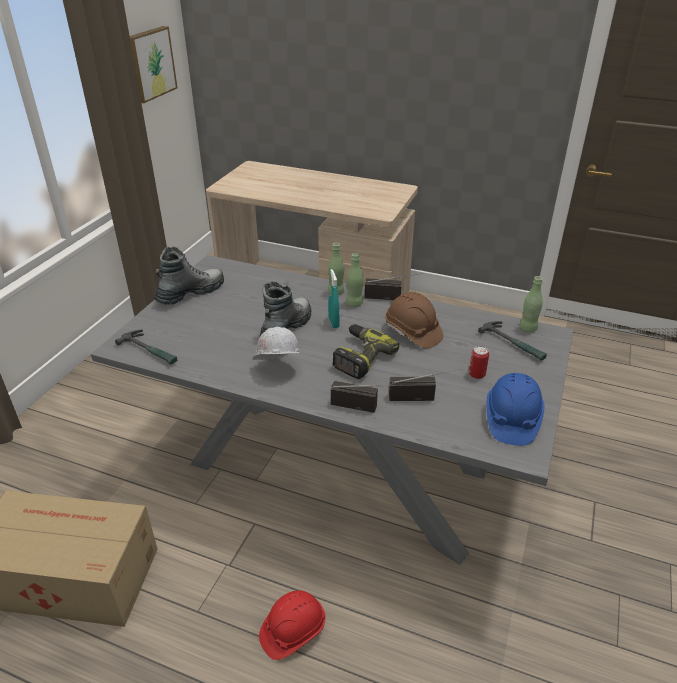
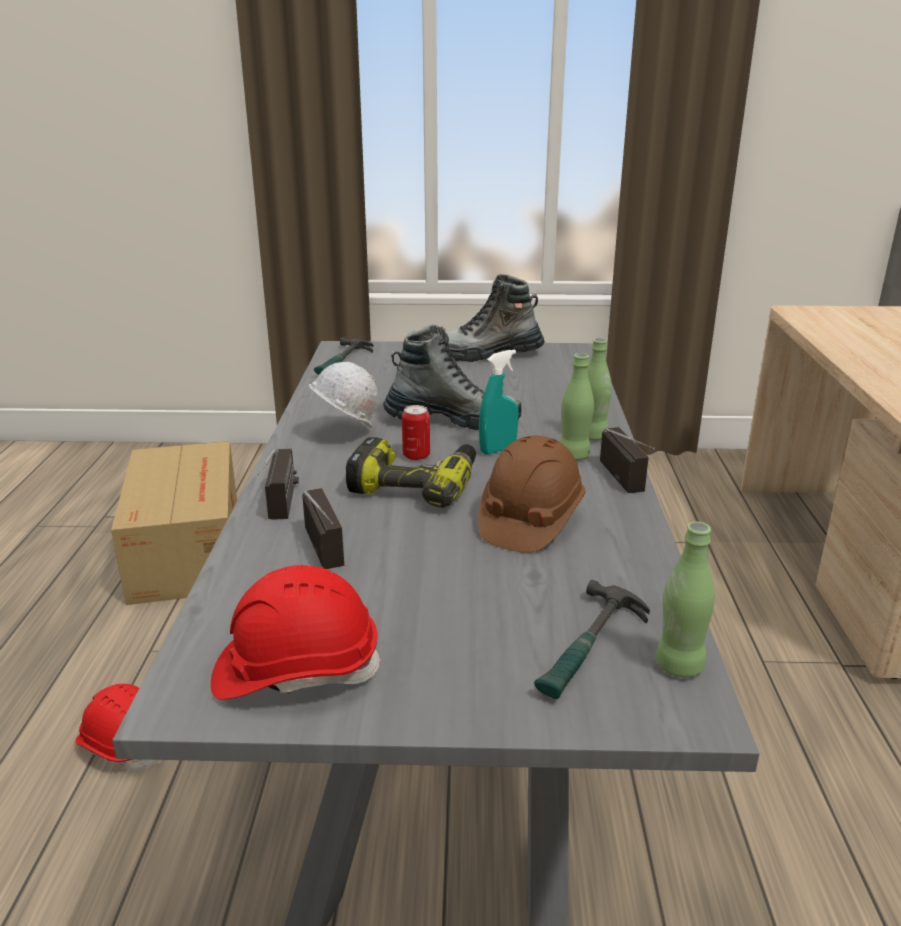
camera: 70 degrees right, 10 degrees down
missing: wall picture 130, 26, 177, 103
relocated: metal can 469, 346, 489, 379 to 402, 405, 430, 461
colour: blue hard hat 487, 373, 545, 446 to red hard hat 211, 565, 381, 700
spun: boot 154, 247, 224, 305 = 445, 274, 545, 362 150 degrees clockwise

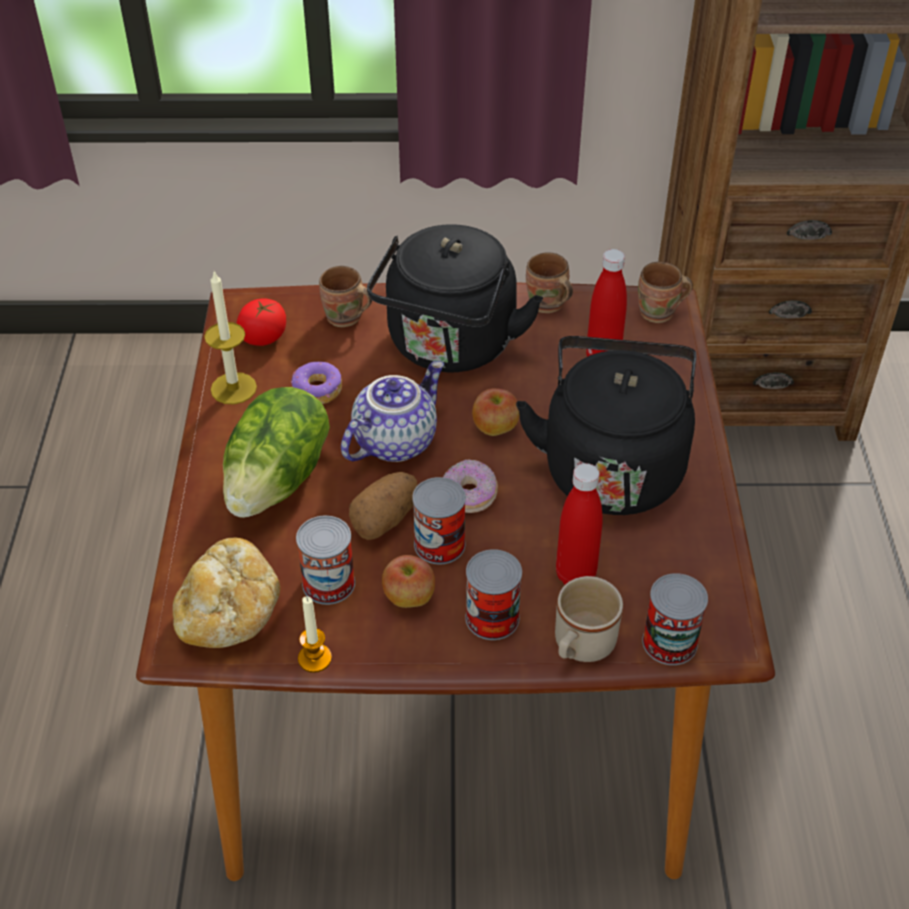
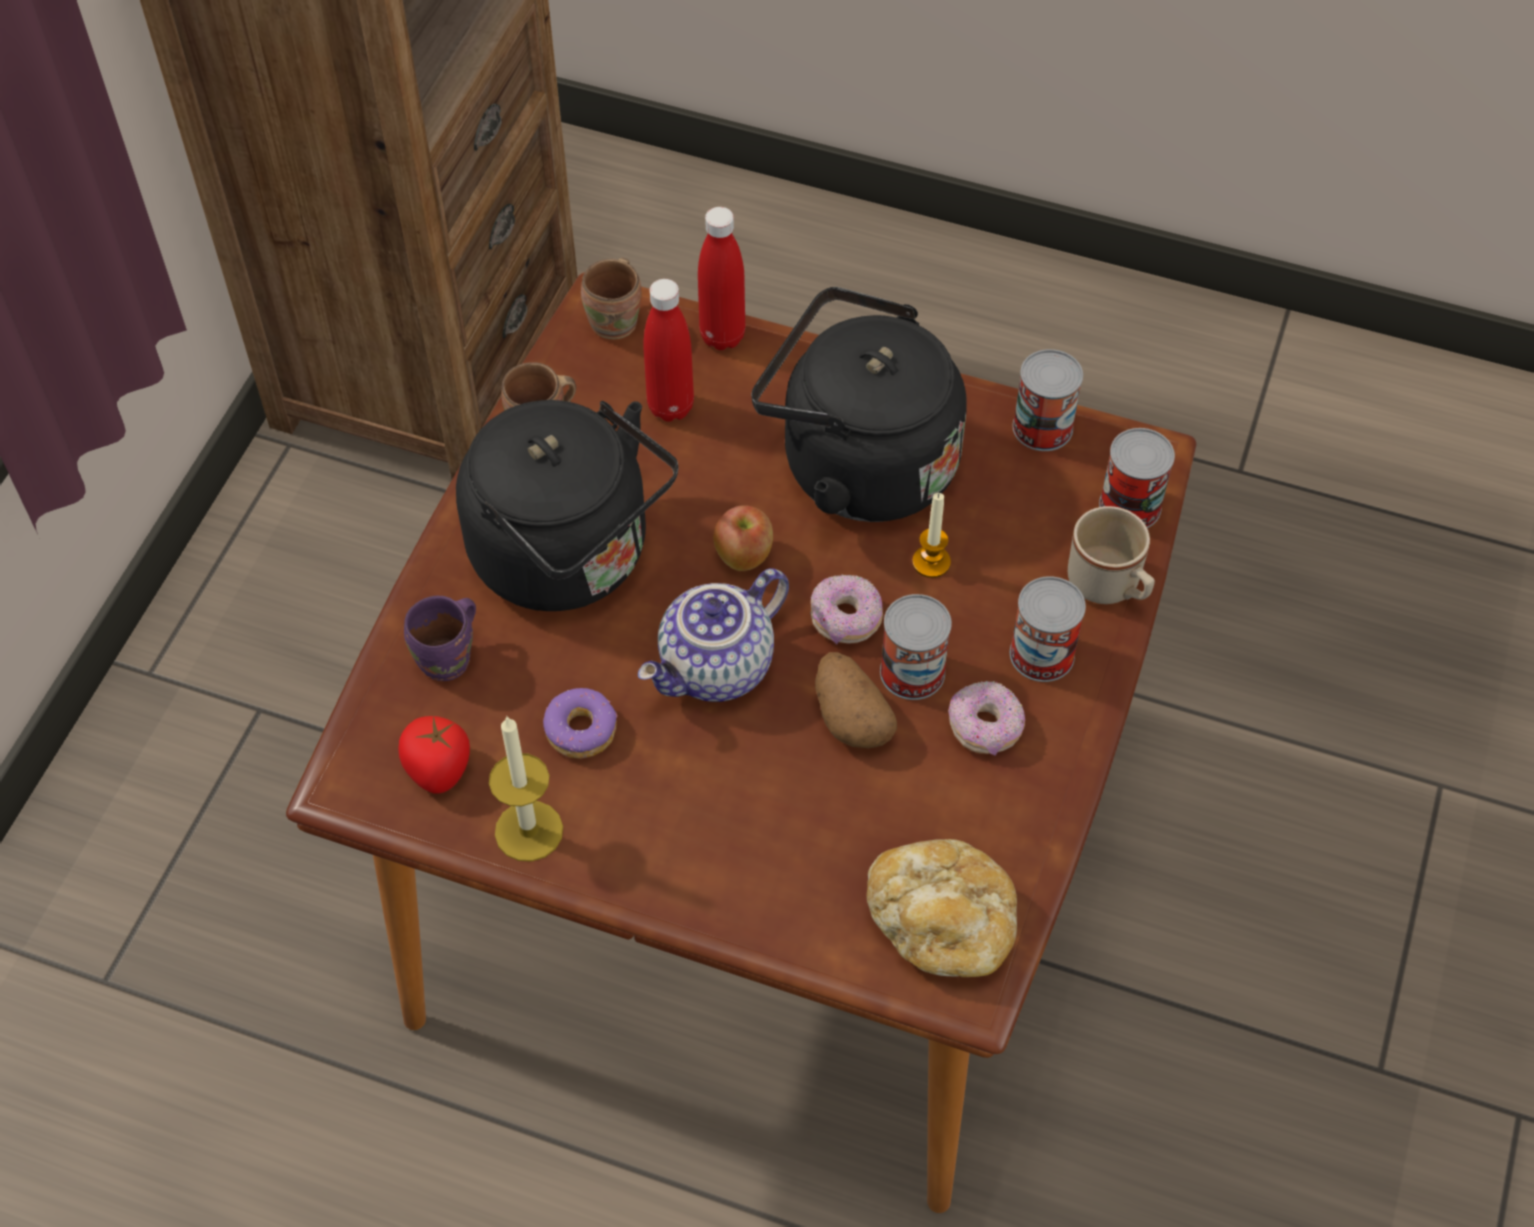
camera: 70 degrees left, 10 degrees up
missing: lettuce 223, 387, 330, 518
relocated: red bottle 556, 463, 603, 585 to 698, 207, 745, 350; wax candle 298, 596, 332, 673 to 912, 493, 951, 578; metal can 296, 516, 355, 605 to 1012, 349, 1083, 451
exchanged: apple 382, 555, 435, 608 to donut 948, 681, 1025, 756
colour: brown tea mug 319, 266, 372, 327 to purple-coloured tea mug 404, 596, 476, 681
spun: tea pot 341, 361, 444, 462 = 638, 568, 789, 702 105 degrees counterclockwise

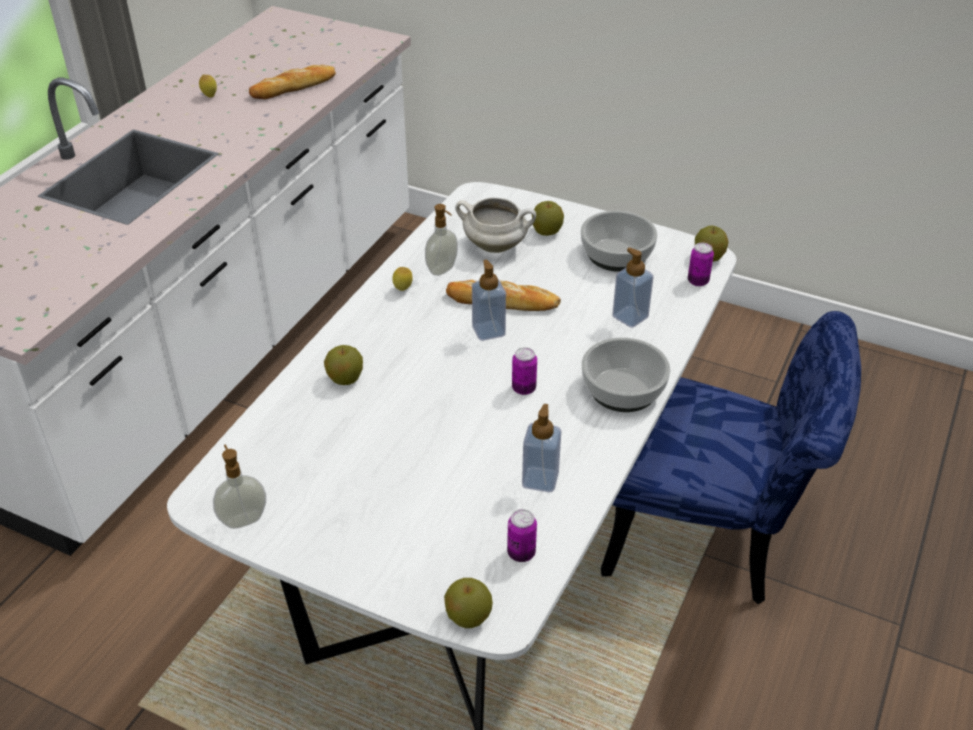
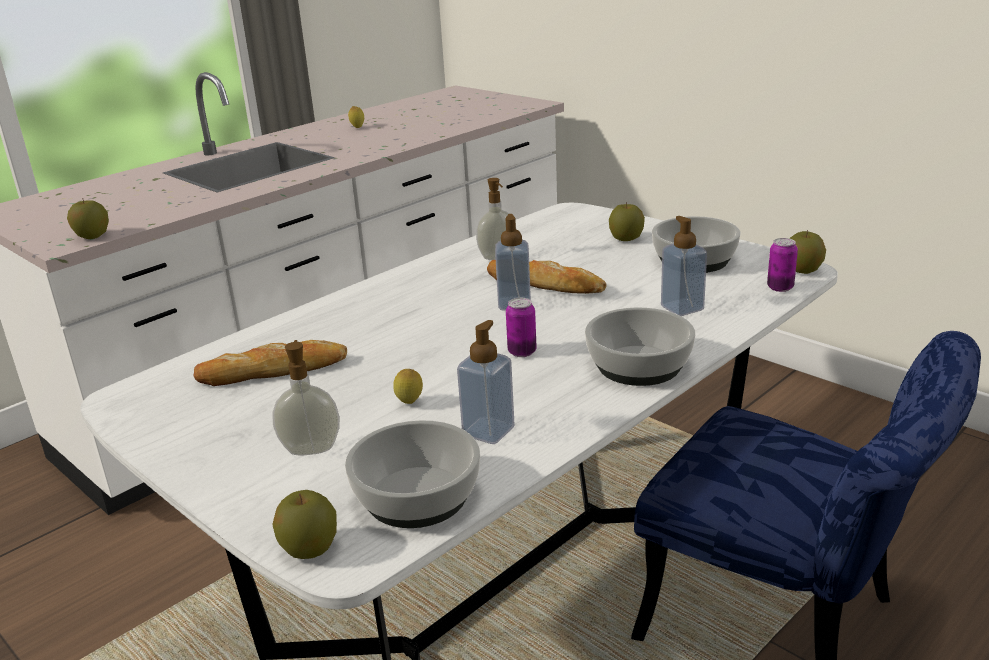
camera: 20 degrees right, 15 degrees down
missing: white cooking pot 455, 197, 536, 253
relocated: apple 324, 345, 363, 385 to 67, 200, 109, 239; bread 249, 65, 336, 99 to 193, 340, 347, 386; liquid soap bottle 213, 444, 266, 529 to 272, 340, 340, 456; citrus fruit 392, 267, 413, 291 to 393, 369, 423, 404
exchanged: metal can 507, 509, 537, 562 to deep dish 345, 420, 480, 528

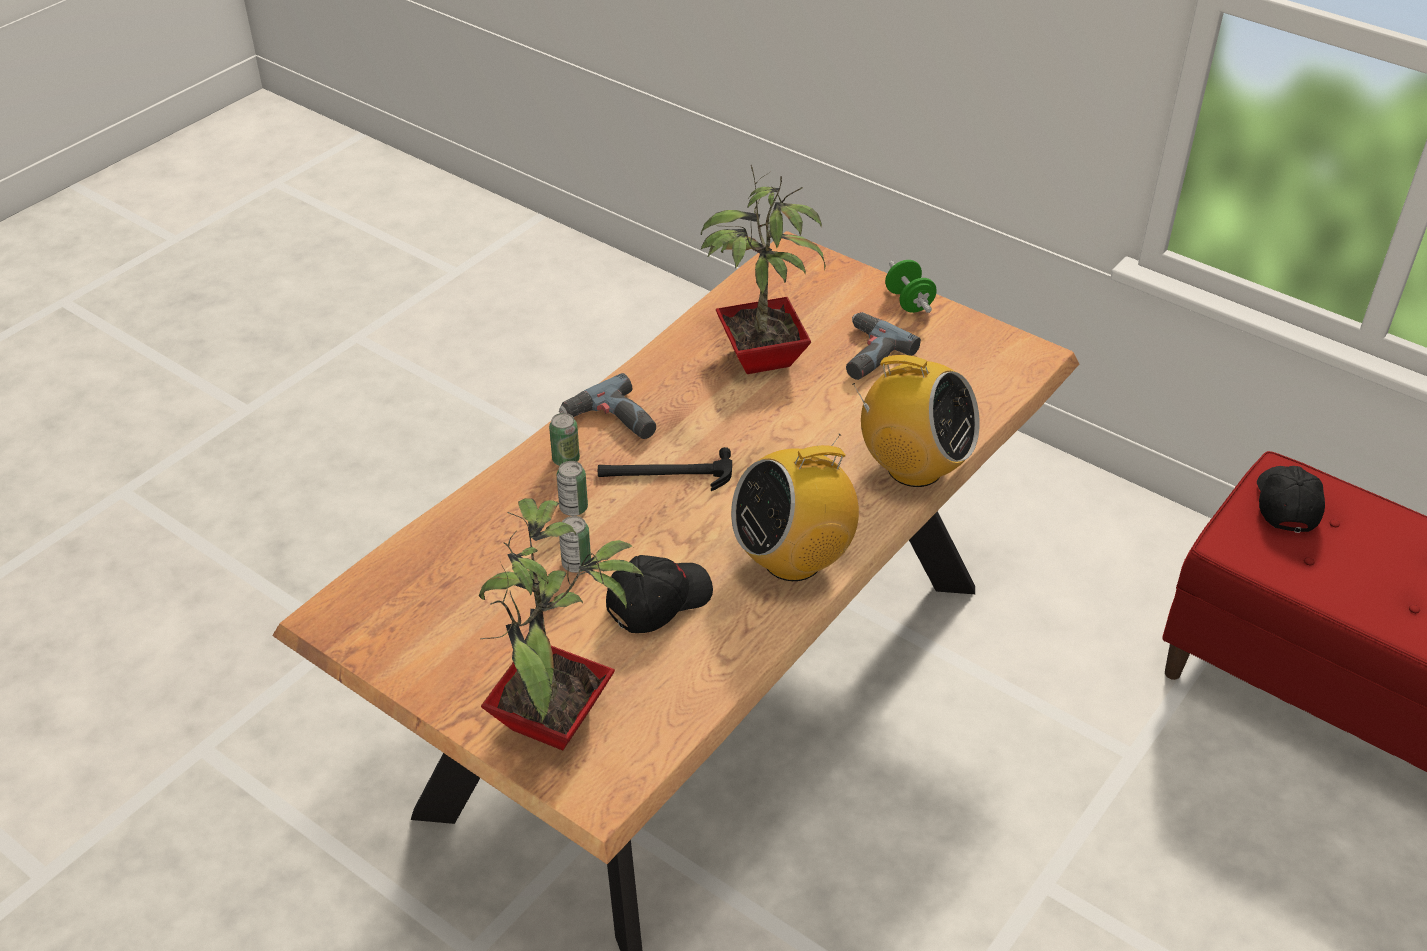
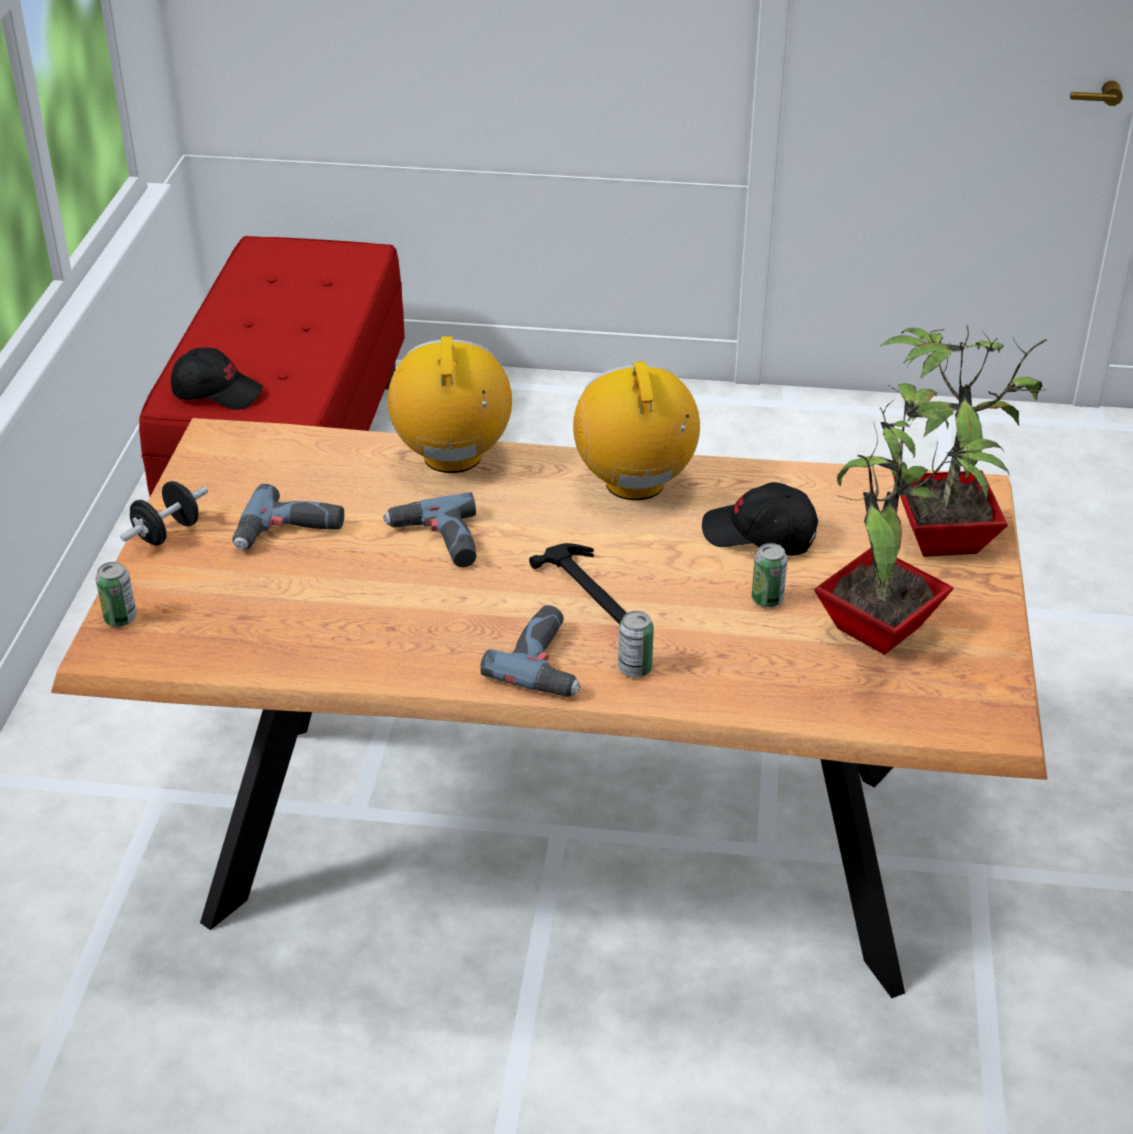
camera: 120 degrees left, 5 degrees down
appeared: drill 383, 492, 477, 567
relocated: metal can 557, 461, 588, 516 to 96, 562, 137, 627; houseplant 701, 165, 826, 374 to 814, 383, 1009, 655
colour: greenish free weight 885, 260, 937, 313 to black free weight 120, 481, 208, 546
spun: black peaked cap 1257, 466, 1325, 533 = 171, 347, 263, 410 150 degrees counterclockwise; radio set 731, 434, 859, 581 = 573, 361, 700, 500 135 degrees counterclockwise

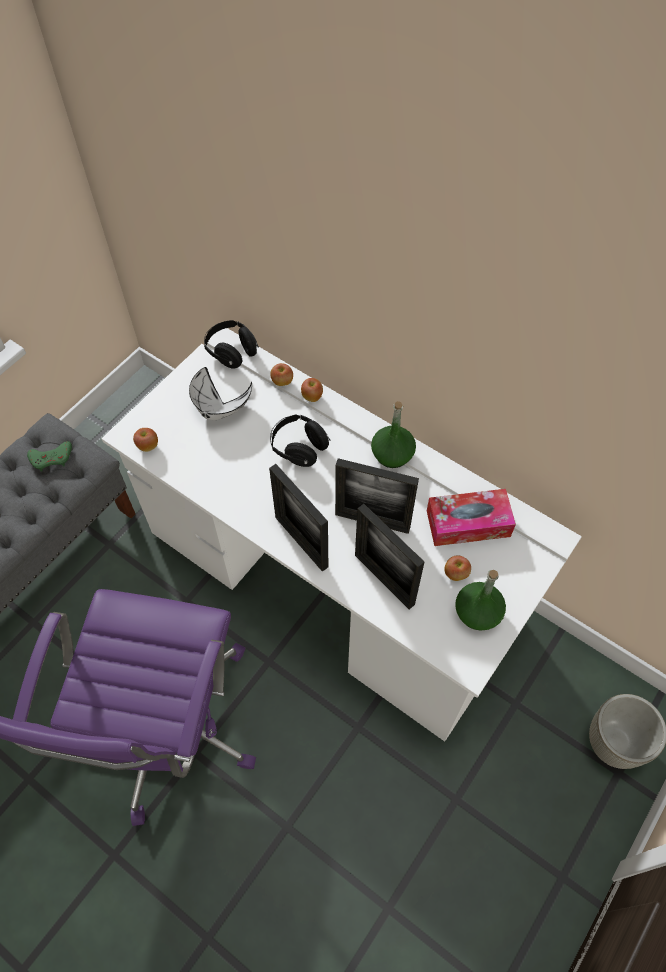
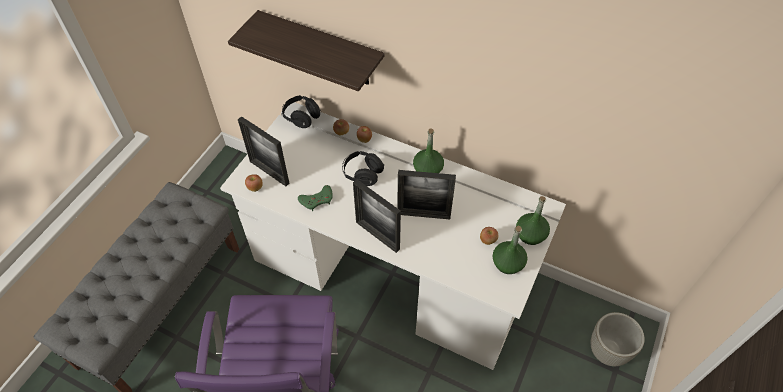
camera: 10 degrees left, 5 degrees down
missing: white deep dish 189, 367, 252, 420; box of tissues 427, 489, 516, 546
appeared: shelf 228, 10, 385, 92; greenish bottle 516, 196, 550, 245
relocated: standing frame 355, 504, 424, 610 to 238, 116, 289, 186; greenish joypad 27, 441, 72, 472 to 298, 185, 333, 211

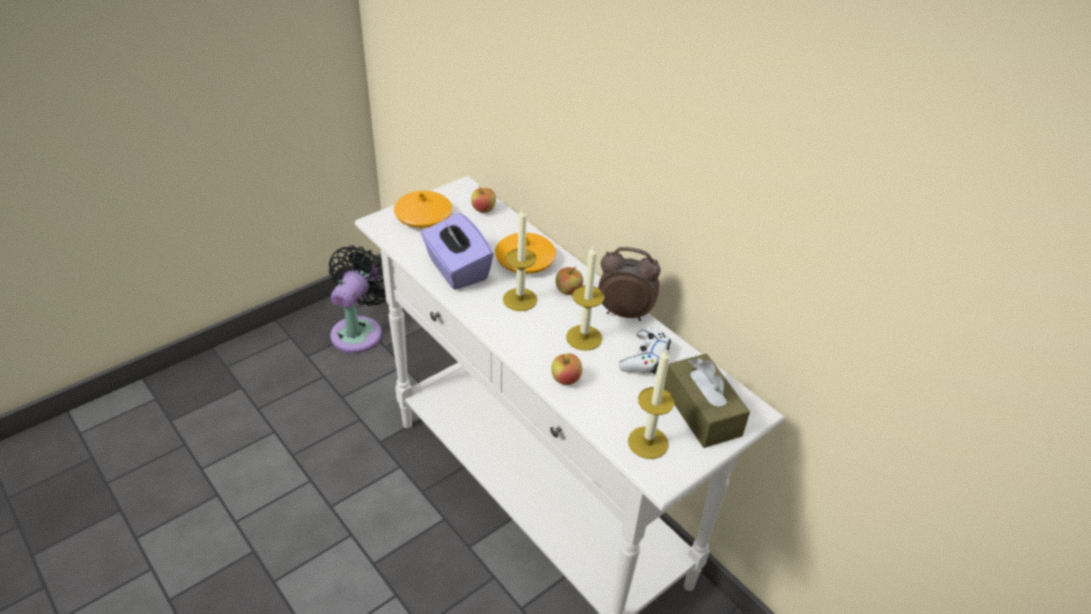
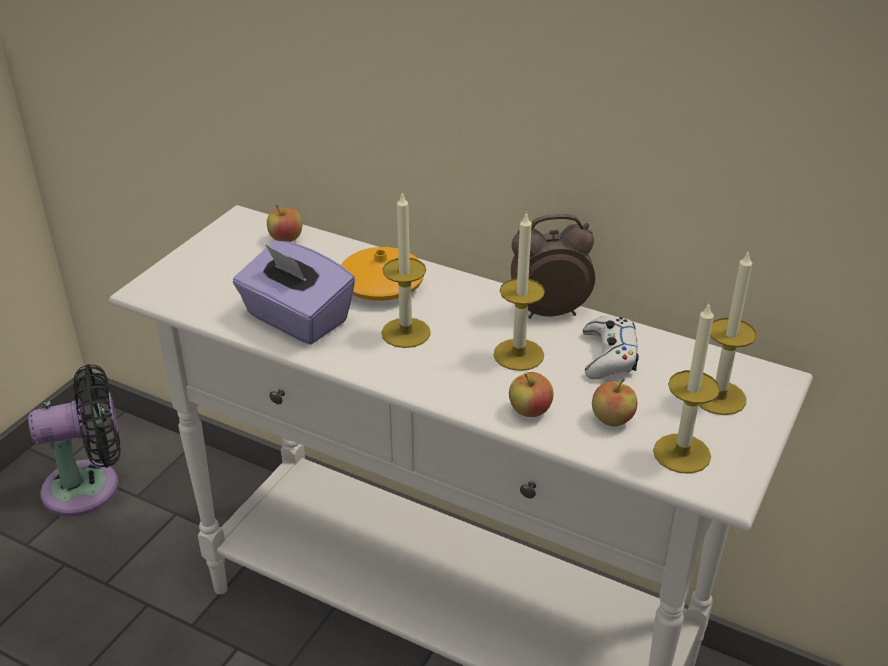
camera: 20 degrees left, 5 degrees down
missing: orangey flower vase 394, 191, 452, 228
relocated: apple 555, 267, 583, 295 to 592, 378, 637, 427
exchanged: brown box of tissues 664, 354, 750, 448 to wax candle 698, 250, 756, 415
spun: black electric fan 329, 246, 386, 353 = 28, 364, 120, 516 75 degrees clockwise

